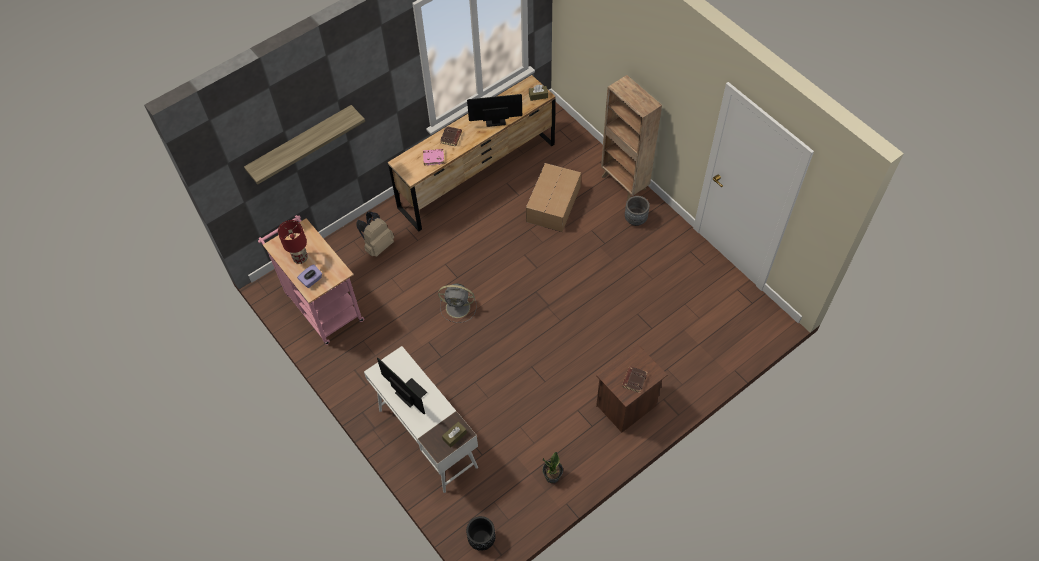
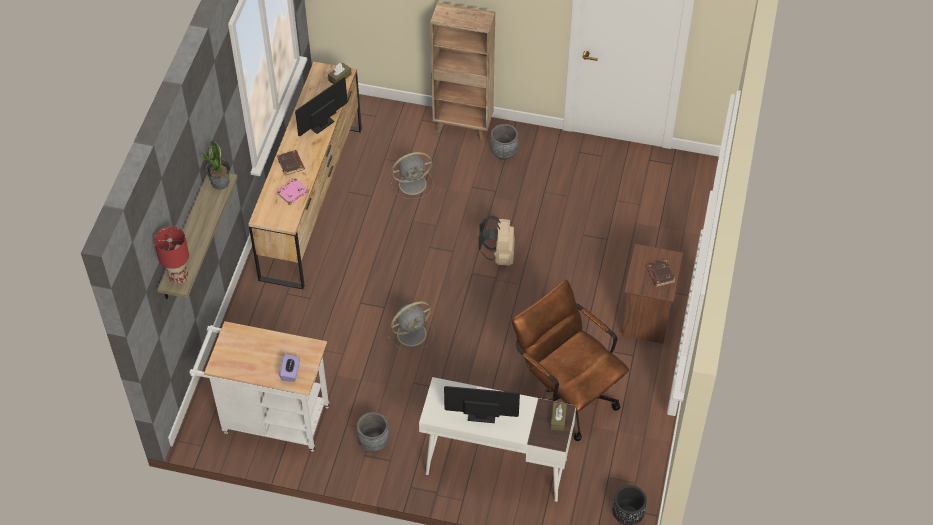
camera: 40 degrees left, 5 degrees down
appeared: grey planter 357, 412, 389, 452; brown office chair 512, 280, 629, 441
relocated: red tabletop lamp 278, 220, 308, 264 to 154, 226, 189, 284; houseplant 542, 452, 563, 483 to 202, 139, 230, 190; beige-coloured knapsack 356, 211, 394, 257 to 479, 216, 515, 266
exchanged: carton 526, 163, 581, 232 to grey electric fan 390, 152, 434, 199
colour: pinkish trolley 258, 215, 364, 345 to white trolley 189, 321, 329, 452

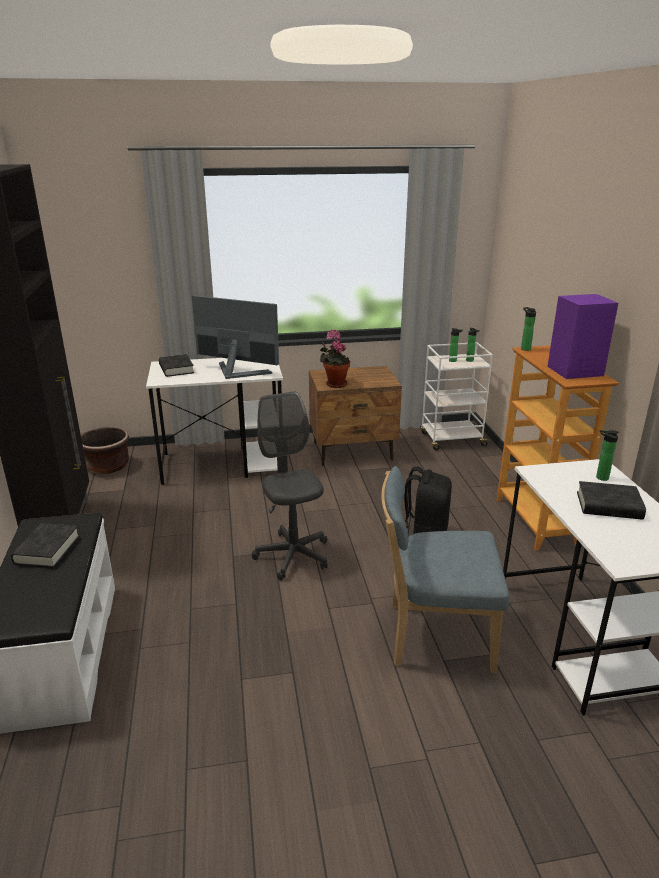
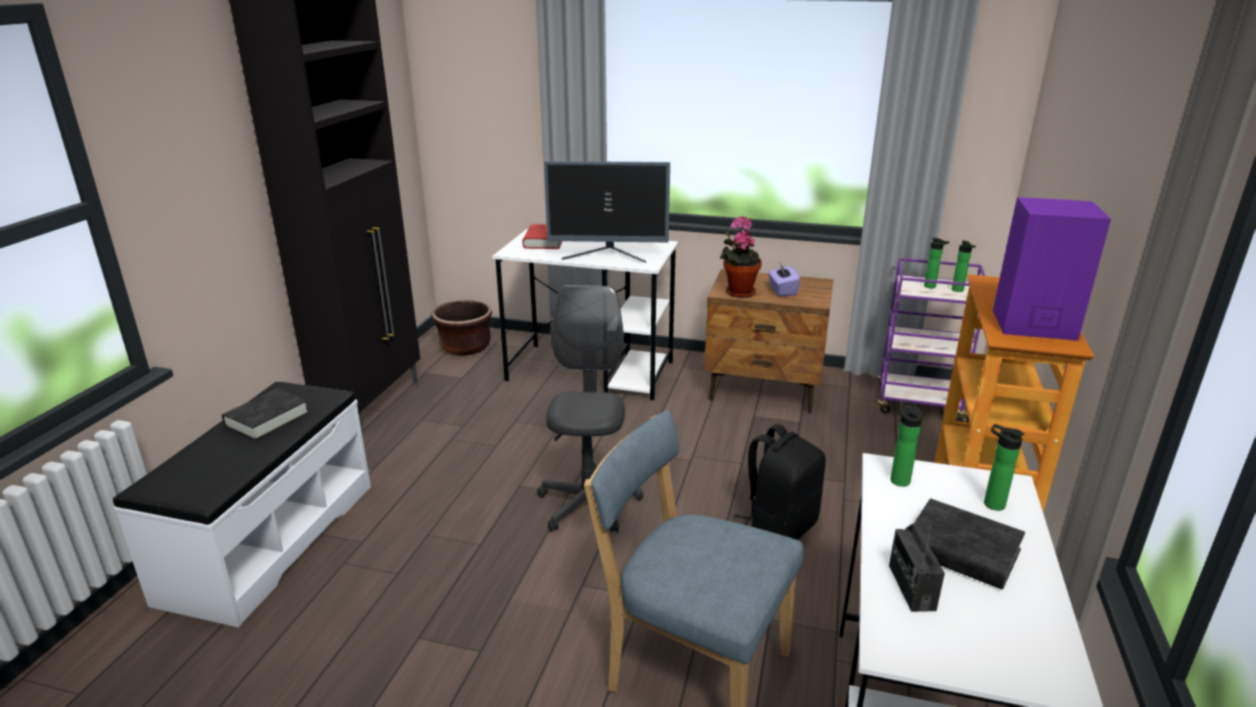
camera: 25 degrees right, 0 degrees up
appeared: purple-coloured box of tissues 768, 261, 801, 296; radio set 889, 523, 945, 612
relocated: bottle 521, 307, 536, 351 to 890, 402, 923, 487
colour: black book 159, 354, 194, 377 to red book 522, 224, 562, 249; white trolley 420, 342, 493, 450 to purple-coloured trolley 878, 258, 985, 422
spun: computer screen 192, 295, 279, 379 = 544, 161, 670, 263 135 degrees clockwise

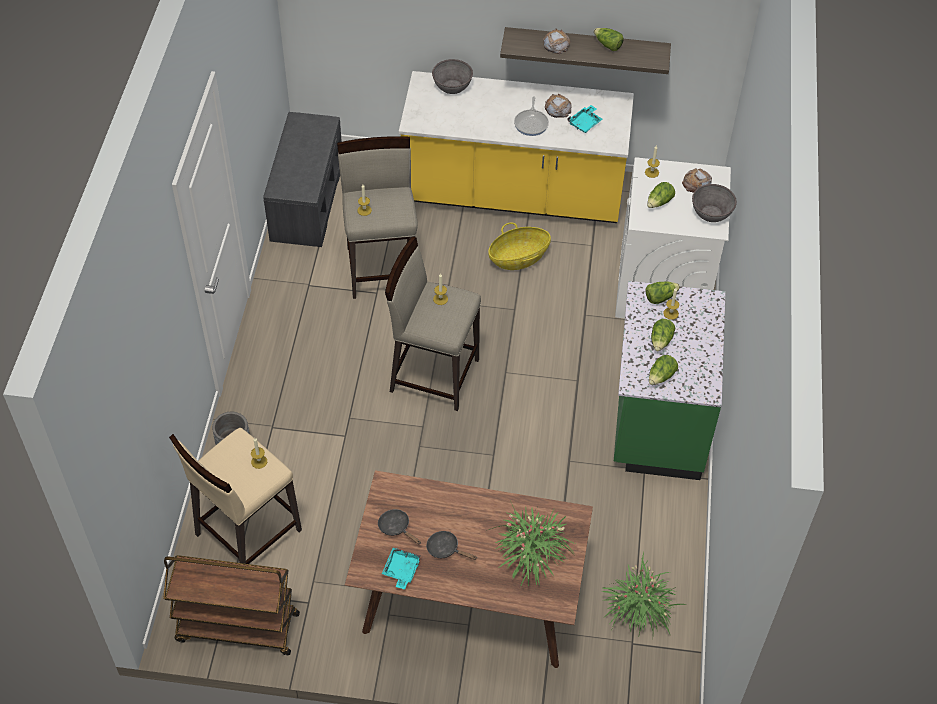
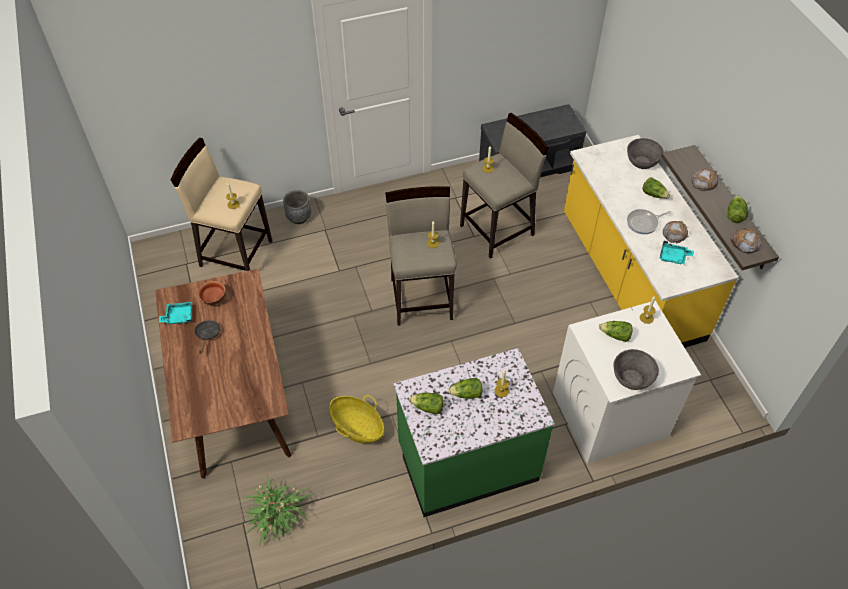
camera: 65 degrees right, 0 degrees up
missing: brown trolley 163, 555, 300, 655; houseplant 489, 502, 575, 587
relocated: storage basket 488, 222, 551, 270 to 329, 395, 385, 444; lettuce 645, 282, 680, 304 to 642, 177, 670, 199; bread 682, 168, 712, 193 to 730, 228, 762, 253
exchanged: black frying pan 378, 509, 421, 544 to deep dish 198, 281, 225, 305

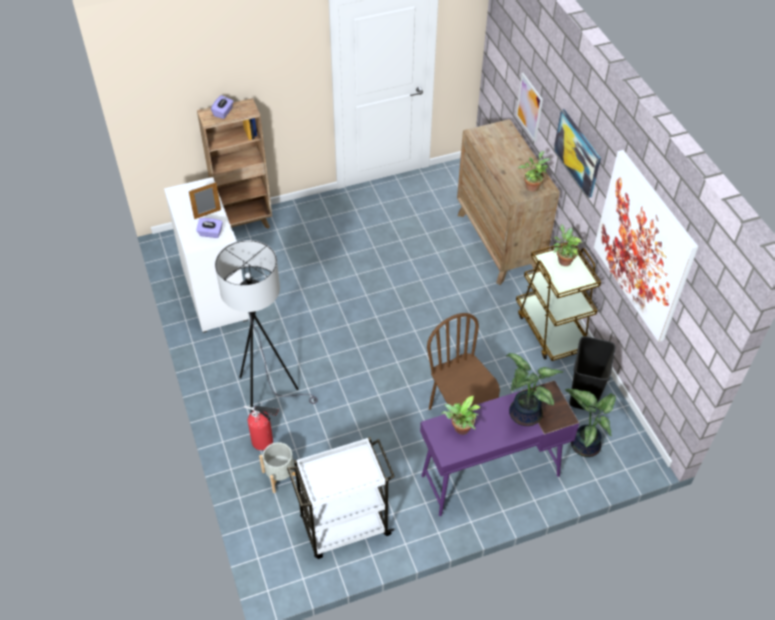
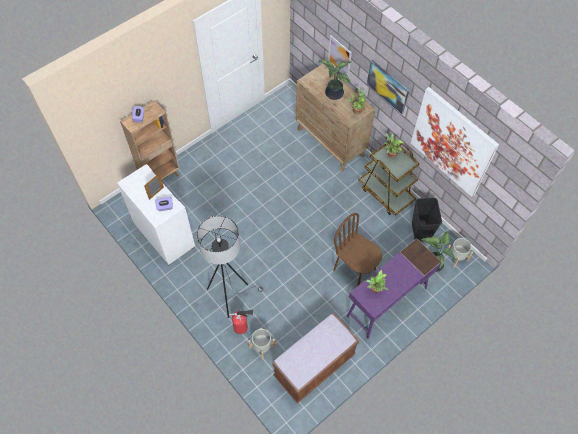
camera: 20 degrees left, 10 degrees up
appeared: grey planter 445, 238, 473, 268
relocated: houseplant 506, 353, 563, 426 to 319, 60, 351, 100
exchanged: white trolley 287, 437, 395, 559 to brown long seat 272, 313, 359, 403

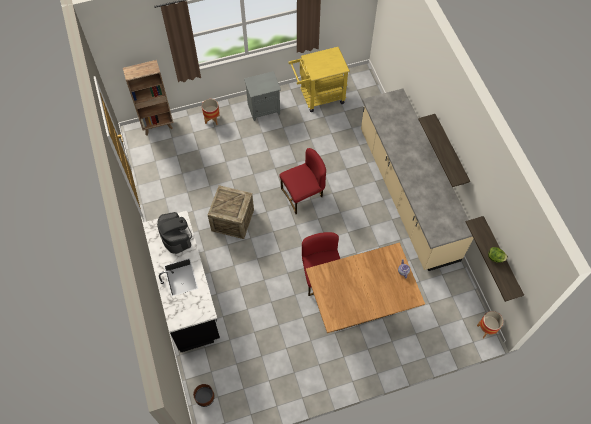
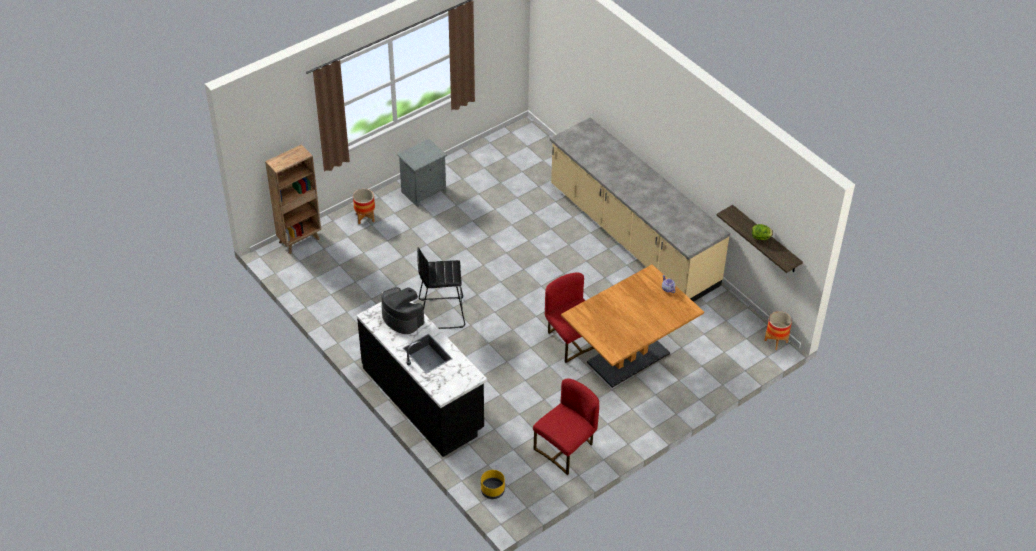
camera: 20 degrees left, 15 degrees down
missing: yellow trolley 288, 47, 350, 112; shelf 418, 114, 470, 187
relocated: red plain chair 279, 148, 326, 214 to 533, 379, 599, 475
exchanged: packing crate 208, 185, 254, 239 to black stool 417, 247, 465, 329
colour: brown planter 193, 384, 215, 407 to yellow planter 481, 470, 505, 499

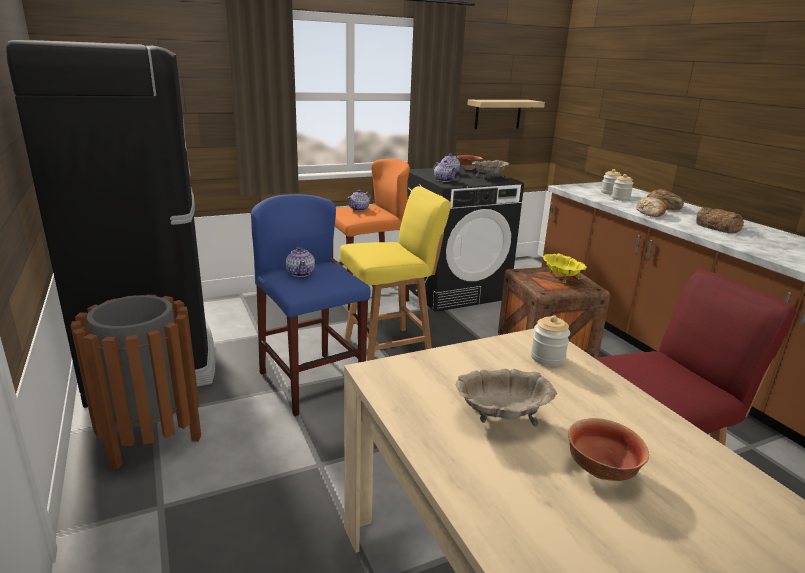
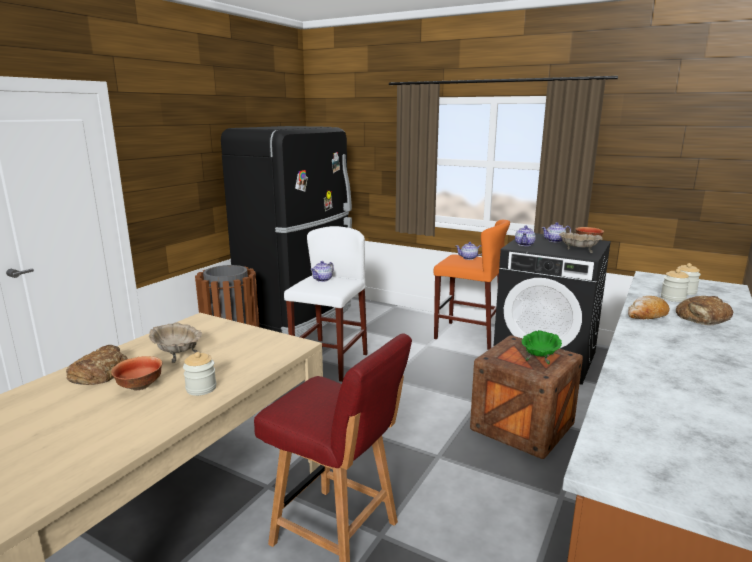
camera: 55 degrees right, 5 degrees down
missing: yellow plain chair 339, 186, 451, 361; shelf 467, 100, 545, 129
relocated: bread 696, 207, 744, 233 to 66, 345, 128, 385; storage jar 531, 315, 570, 366 to 183, 352, 216, 396
colour: blue stool 251, 194, 370, 416 to white stool 284, 226, 368, 382; yellow deep dish 543, 253, 587, 283 to greenish deep dish 521, 330, 562, 364

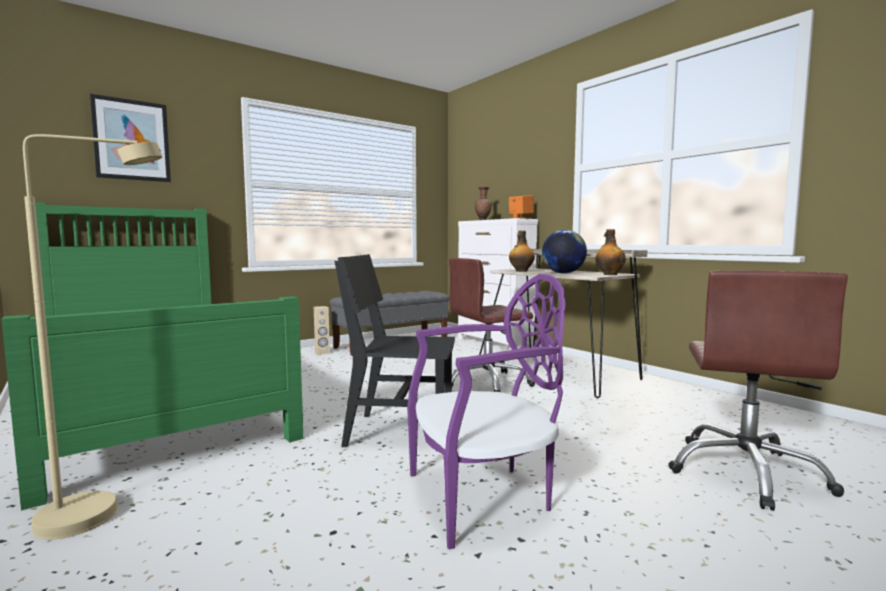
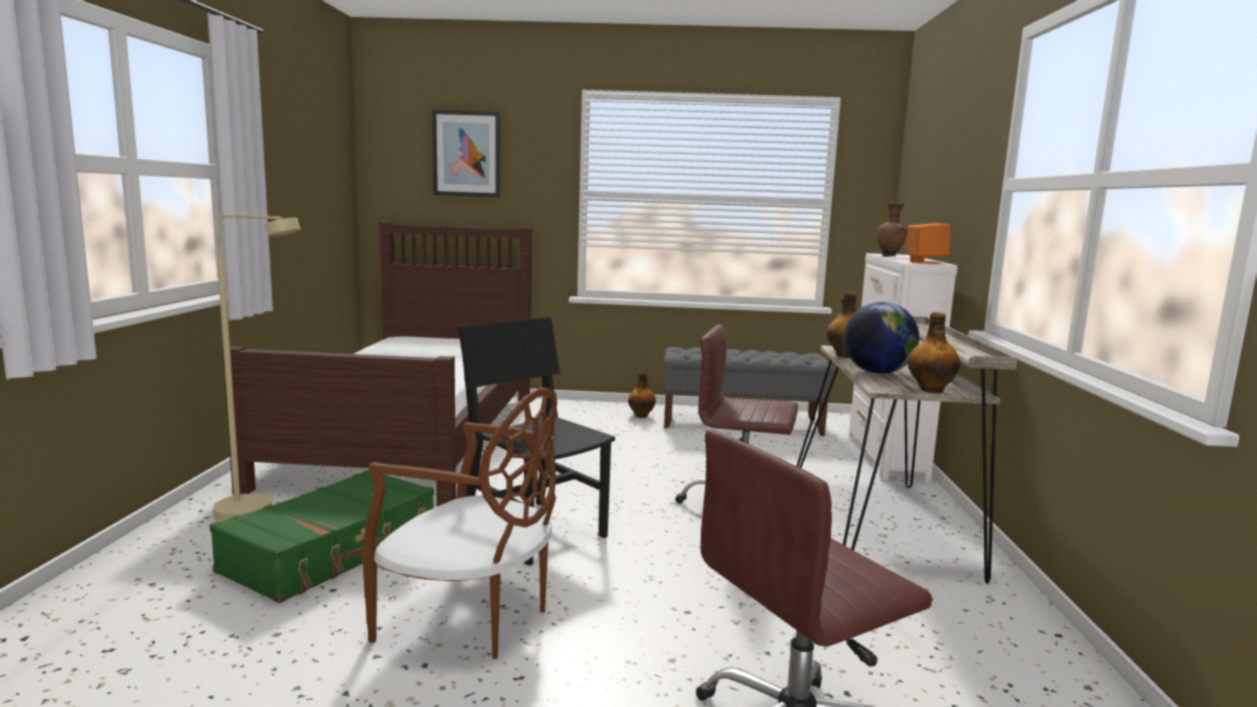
camera: 40 degrees right, 5 degrees up
appeared: greenish suitcase 210, 469, 434, 603
exchanged: beige-coloured audio speaker 314, 306, 330, 355 to bottle 628, 371, 656, 418
colour: greenish bed 1, 202, 303, 510 to brown bed 222, 222, 532, 506; purple-coloured plain chair 407, 274, 565, 549 to brown plain chair 362, 388, 557, 659

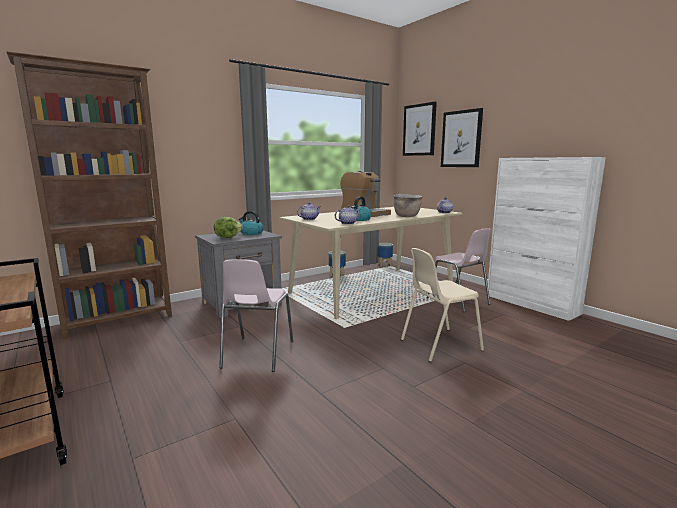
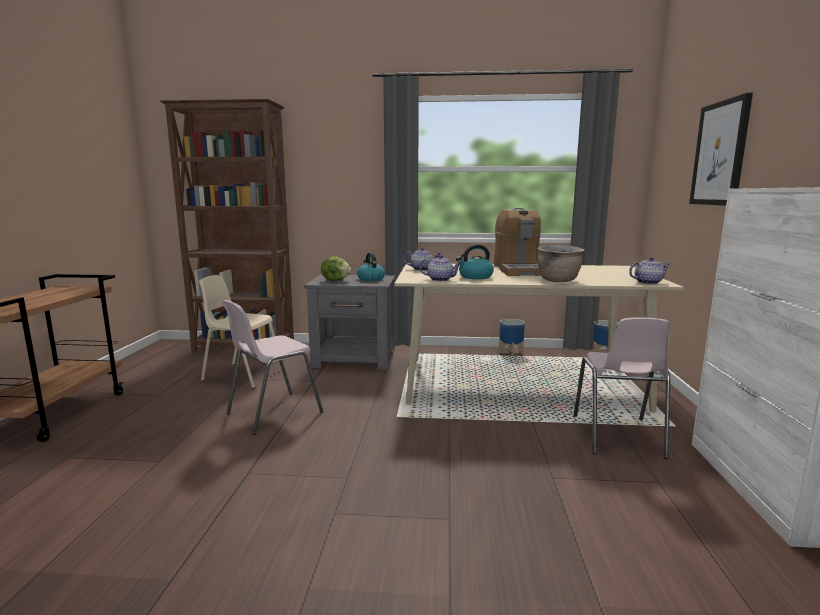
camera: 40 degrees right, 0 degrees up
missing: wall picture 403, 102, 437, 156
relocated: beige-coloured plain chair 401, 248, 484, 362 to 199, 275, 282, 389

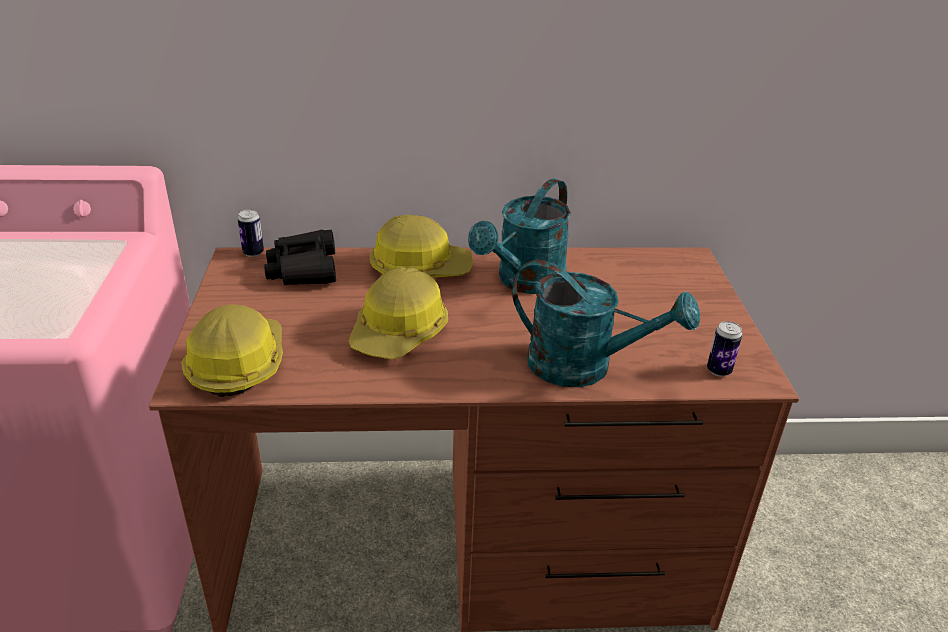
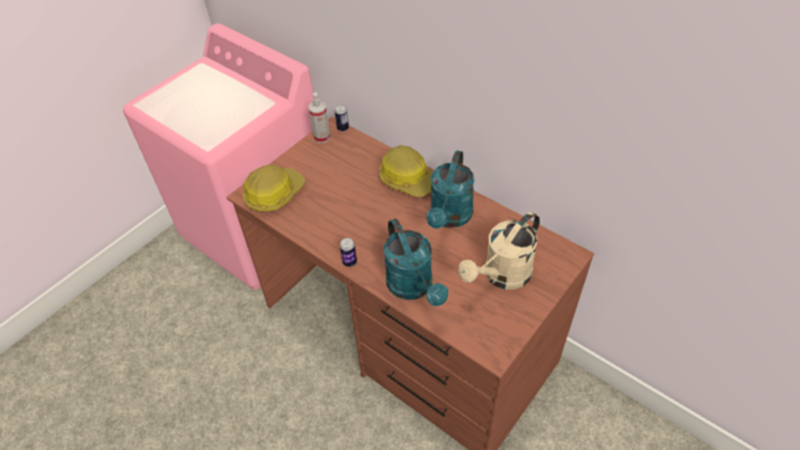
camera: 45 degrees right, 15 degrees up
missing: black pair of binoculars 264, 230, 336, 285; hard hat 348, 267, 448, 360
appeared: hand sprayer 309, 92, 330, 143; beige-coloured watering can 458, 212, 540, 289
relocated: metal can 707, 321, 742, 377 to 340, 238, 357, 267
spun: blue-green watering can 468, 178, 571, 294 = 426, 150, 475, 228 60 degrees counterclockwise

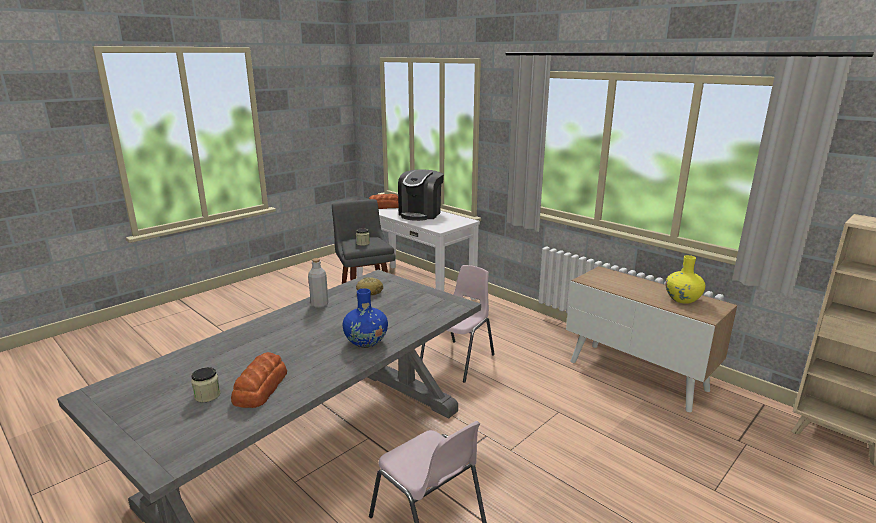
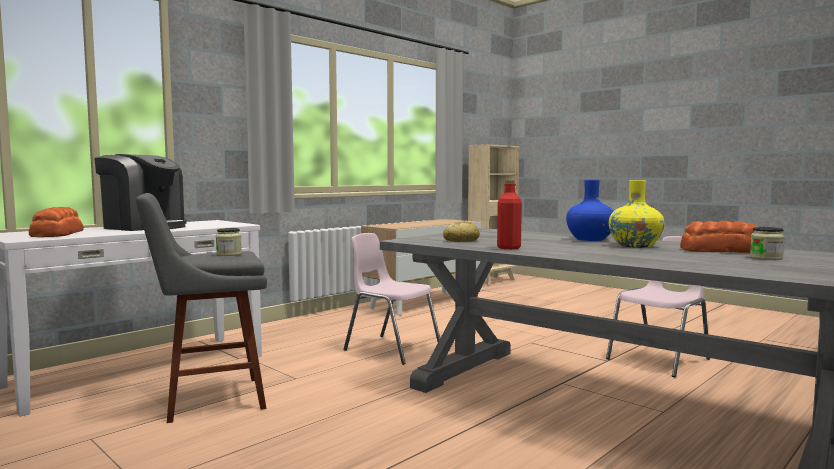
camera: 90 degrees left, 15 degrees down
relocated: yellow flower vase 666, 255, 705, 304 to 609, 180, 664, 248
colour: grey bottle 308, 258, 328, 308 to red bottle 497, 180, 522, 249

